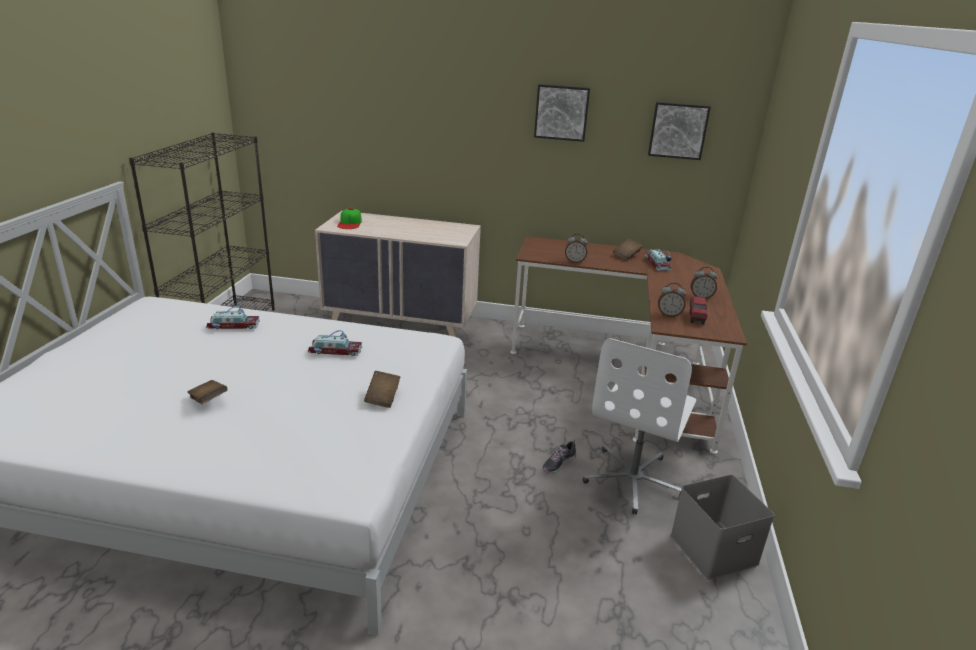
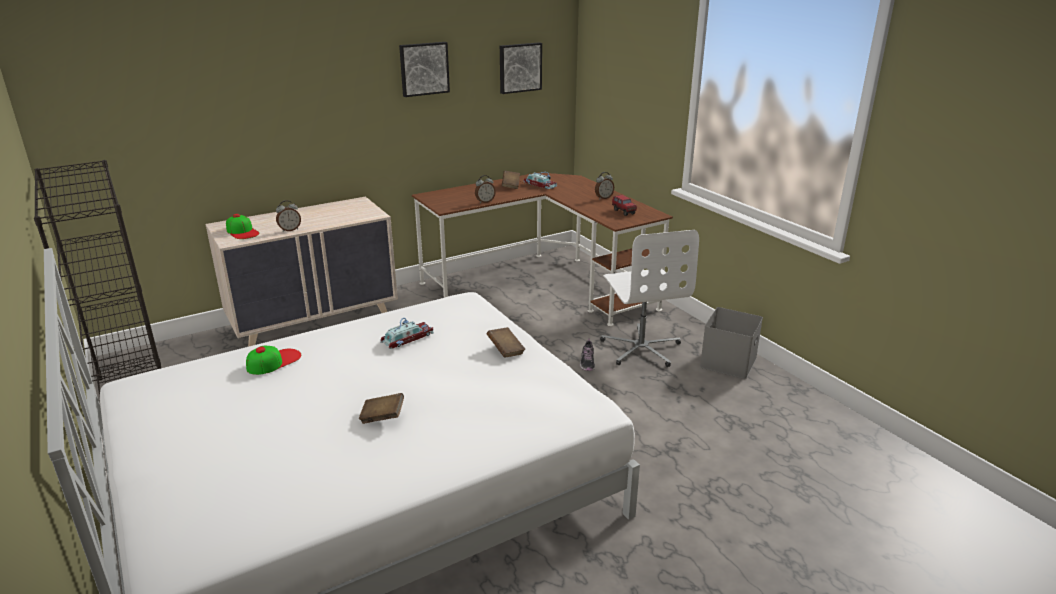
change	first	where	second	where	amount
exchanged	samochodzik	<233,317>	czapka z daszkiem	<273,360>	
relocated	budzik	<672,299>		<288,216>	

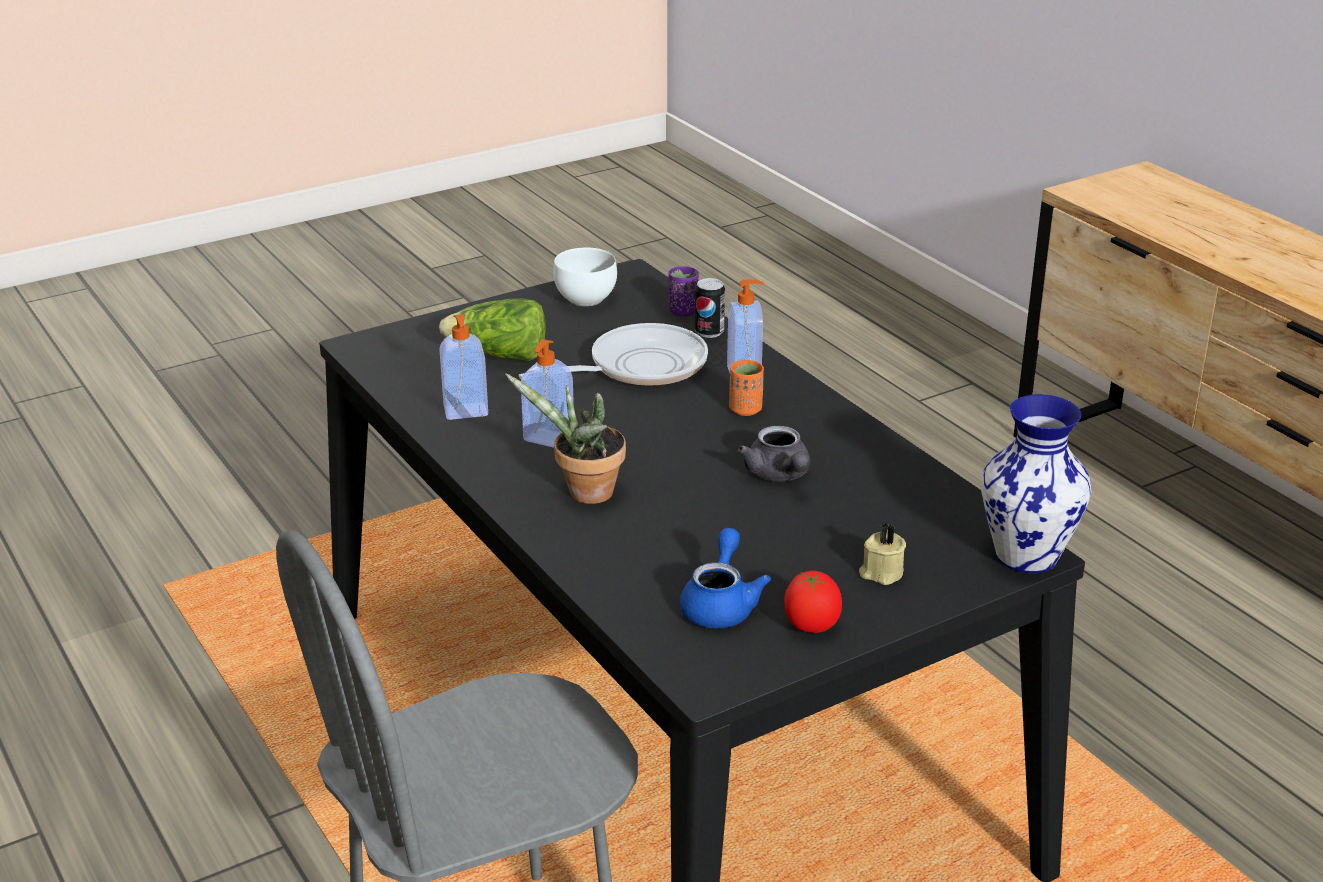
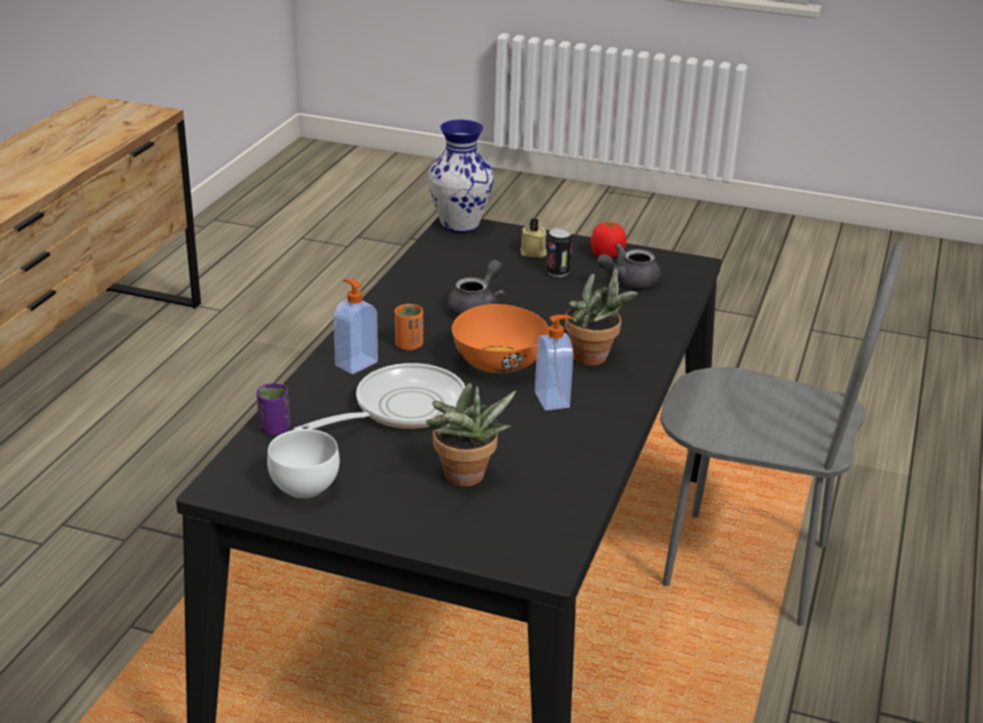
change	first	where	second	where	amount
exchanged	sałata	<492,329>	roślina doniczkowa	<471,435>	
missing	dozownik mydła	<463,367>			
spun	patelnia	<613,354>		<379,396>	120 degrees clockwise
colour	imbryk [niebieski]	<725,578>	imbryk [szary]	<629,266>	
relocated	puszka	<710,308>		<559,252>	
appeared			miska [pomarańczowy]	<500,338>	

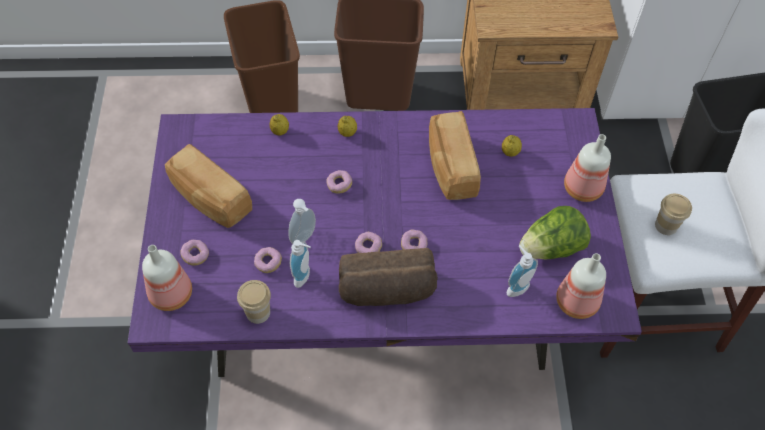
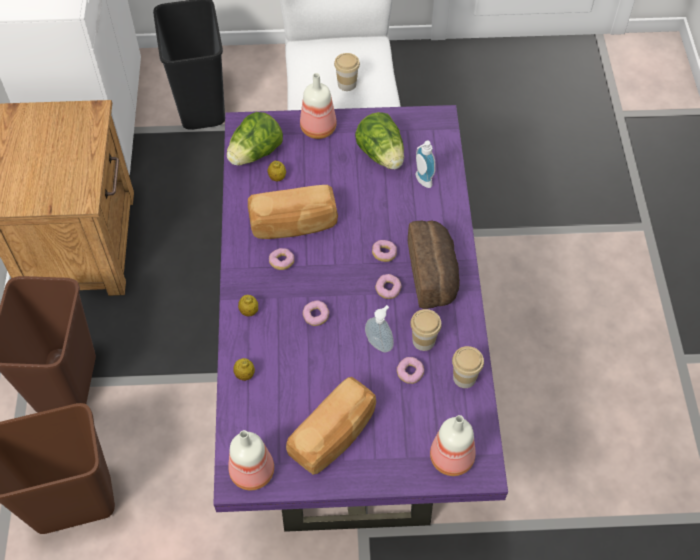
change	first	where	second	where	amount
relocated	donut	<194,252>		<281,259>	
exchanged	dozownik mydła	<300,264>	filiżanka	<426,330>	
relocated	butelka	<581,286>		<251,460>	
appeared			sałata	<255,138>	

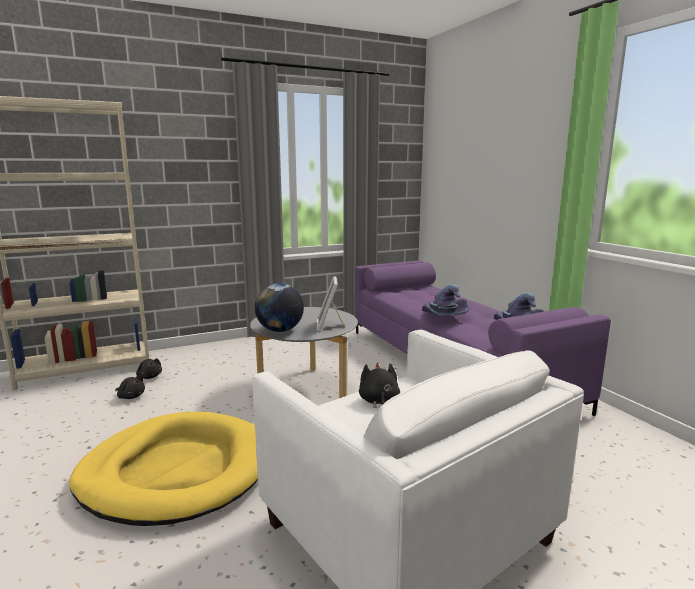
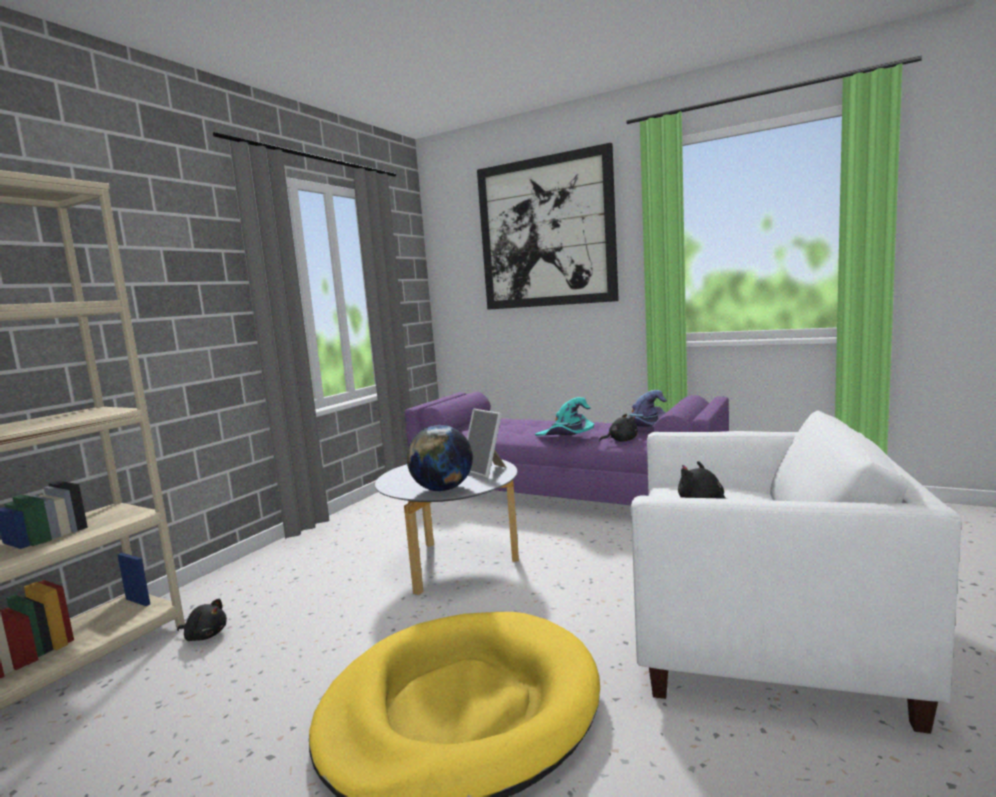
change	first	where	second	where	amount
relocated	pluszak [czarny]	<130,387>		<618,428>	
colour	kapelusz [fioletowy]	<445,300>	kapelusz [turkusowy]	<564,416>	
appeared			obraz	<548,226>	

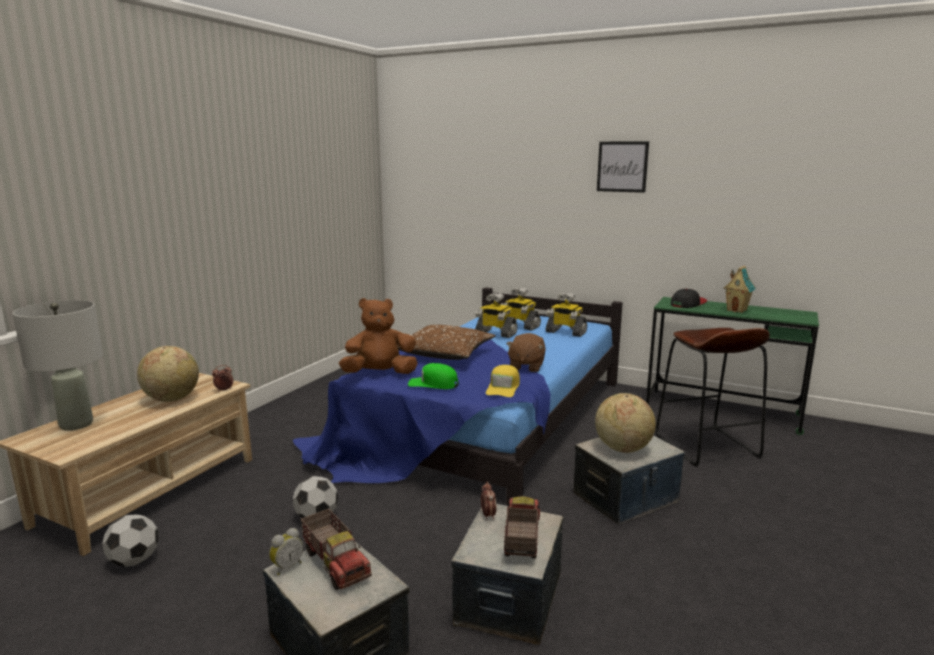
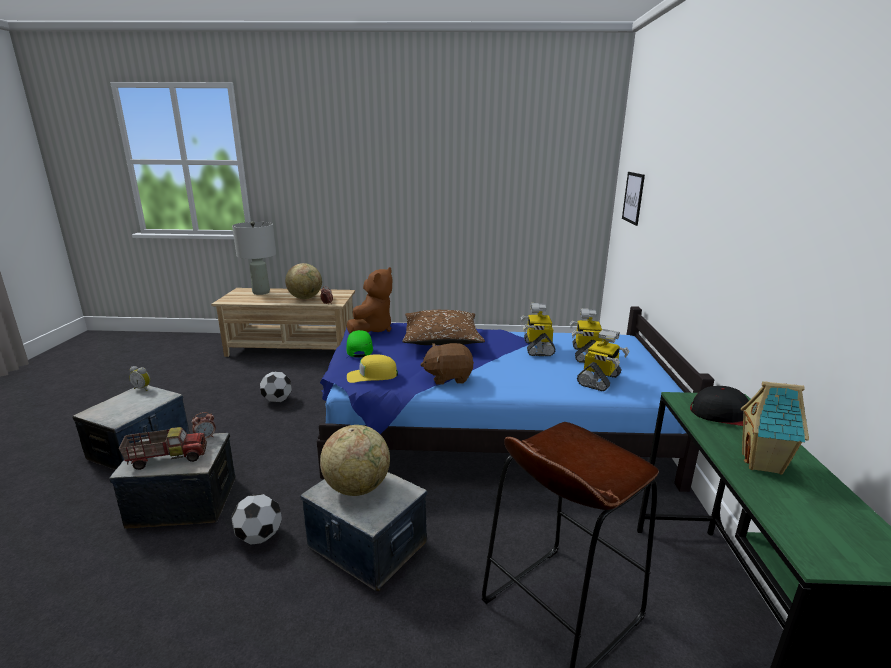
change	first	where	second	where	amount
relocated	piłka futbolowa	<130,540>		<256,519>	
missing	ciężarówka zabawkowa	<336,549>			
spun	pluszak [brązowy]	<378,336>		<369,300>	60 degrees clockwise
spun	robot zabawkowy	<566,314>		<603,360>	150 degrees counterclockwise
relocated	obraz	<623,167>		<633,199>	

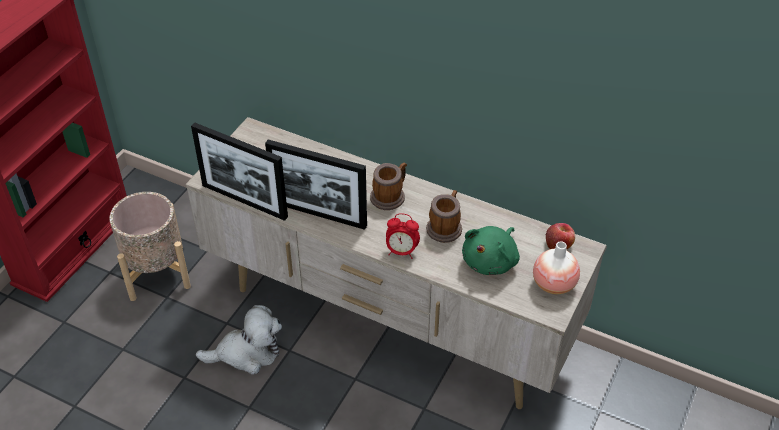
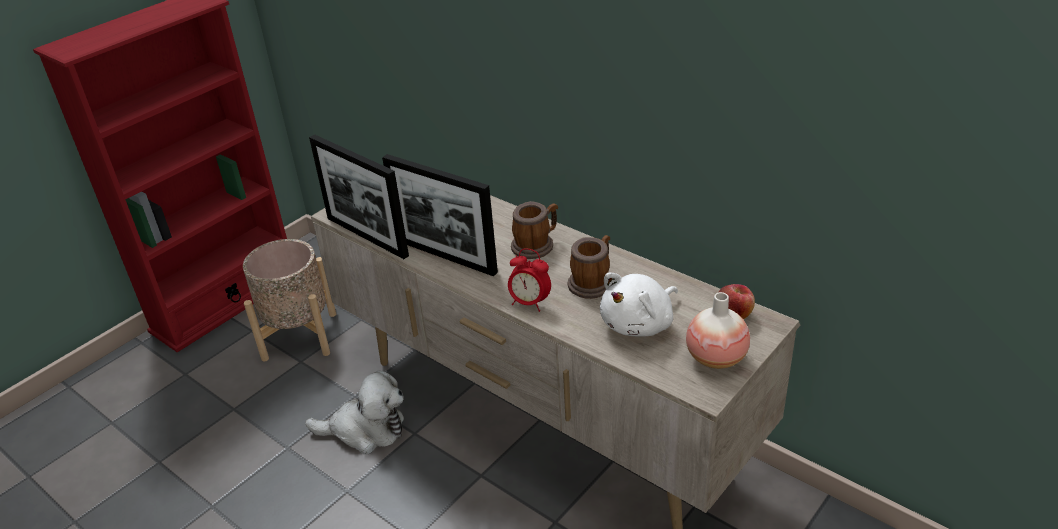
change	first	where	second	where	amount
colour	pluszak [zielony]	<491,250>	pluszak [biały]	<639,304>	

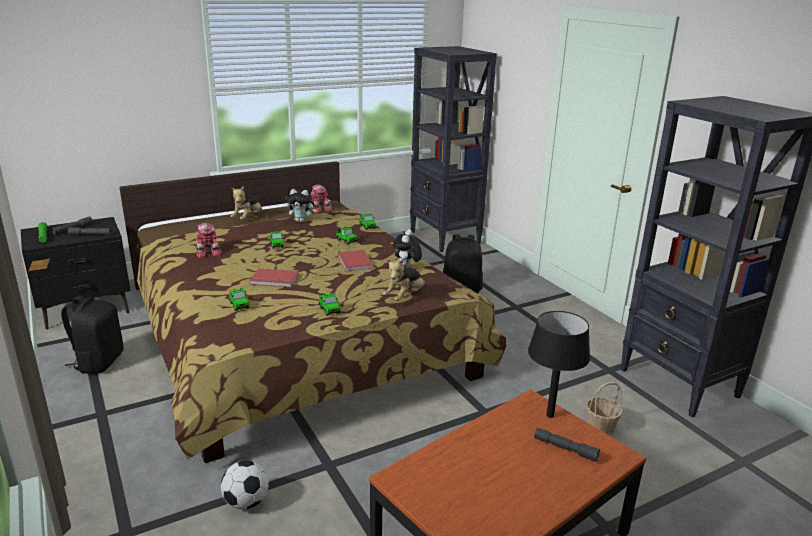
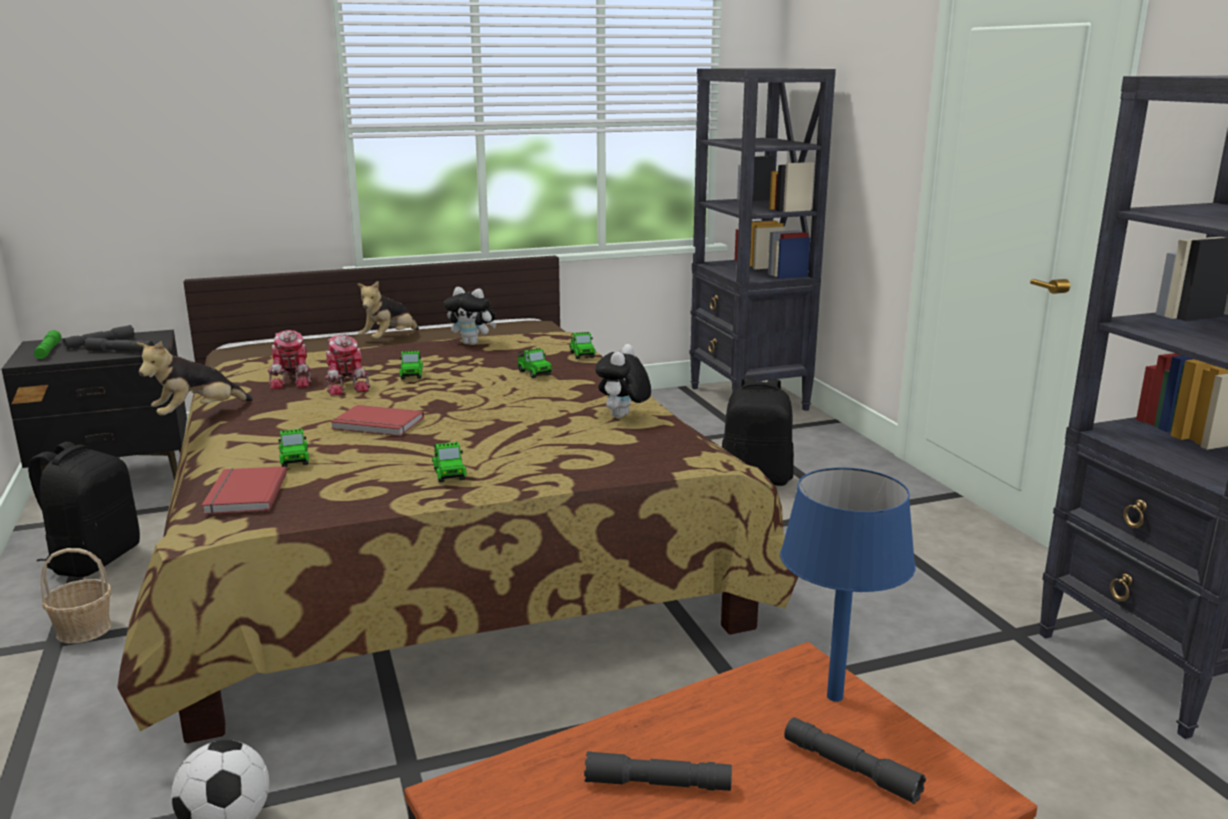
change	first	where	second	where	amount
relocated	robot zabawkowy	<321,198>		<347,365>	
relocated	książka [czerwony]	<356,260>		<244,490>	
relocated	pluszak	<404,279>		<195,378>	
colour	lampa stołowa [czarny]	<559,364>	lampa stołowa [niebieski]	<848,585>	
relocated	koszyk	<604,408>		<76,596>	
appeared			latarka [szary]	<658,771>	

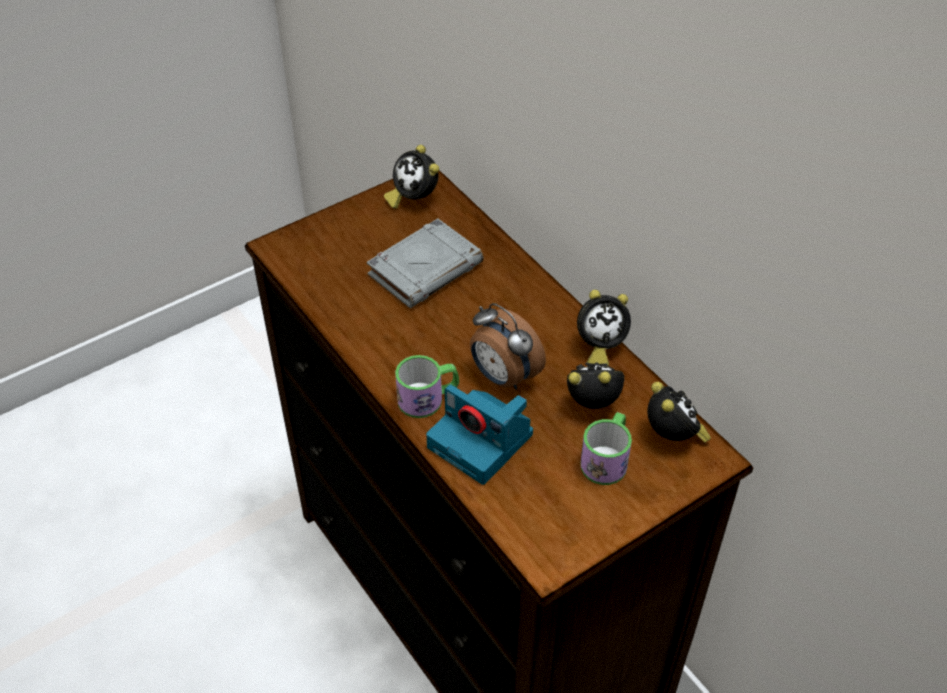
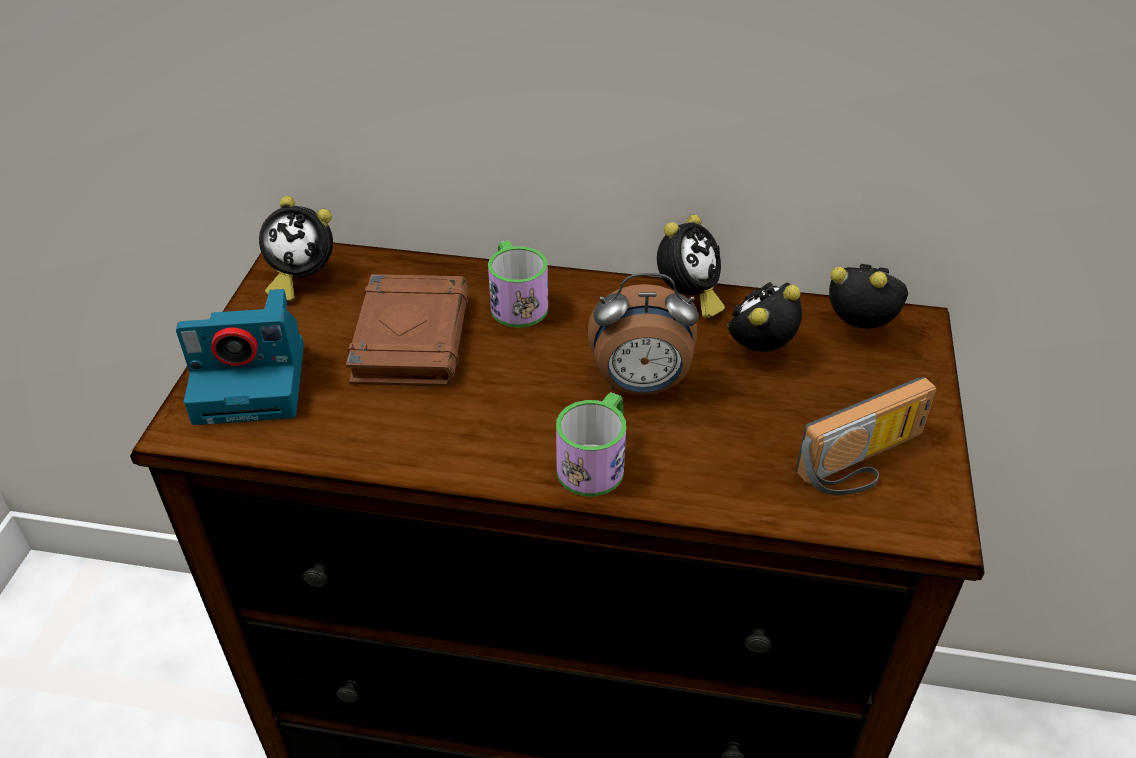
change	first	where	second	where	amount
colour	książka [szary]	<425,263>	książka [brązowy]	<407,330>	
relocated	aparat fotograficzny	<479,434>		<240,357>	
relocated	kubek	<606,448>		<518,284>	
appeared			radio	<866,436>	

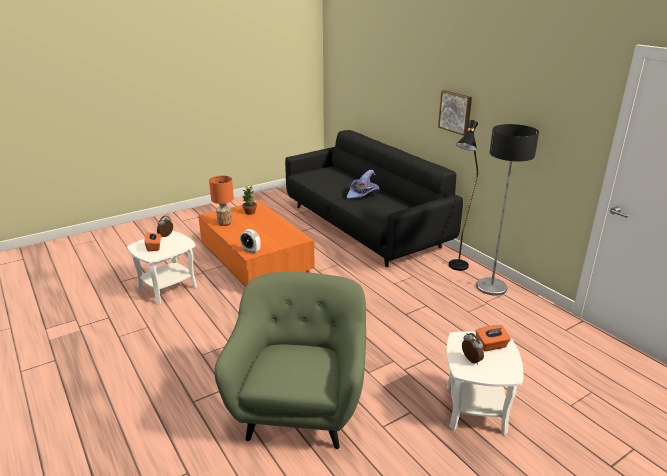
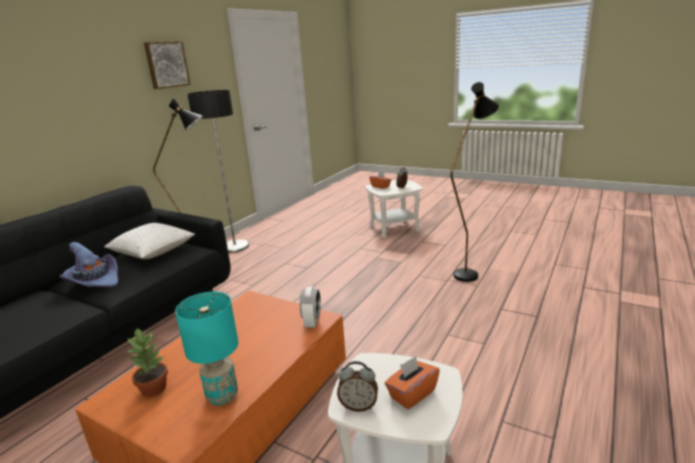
change	first	where	second	where	amount
colour	lampa stołowa [pomarańczowy]	<221,201>	lampa stołowa [turkusowy]	<206,349>	
exchanged	fotel [zielony]	<290,360>	lampa stojąca [czarny]	<474,182>	
relocated	obraz	<455,113>		<167,65>	
appeared			poduszka [biały]	<149,241>	

